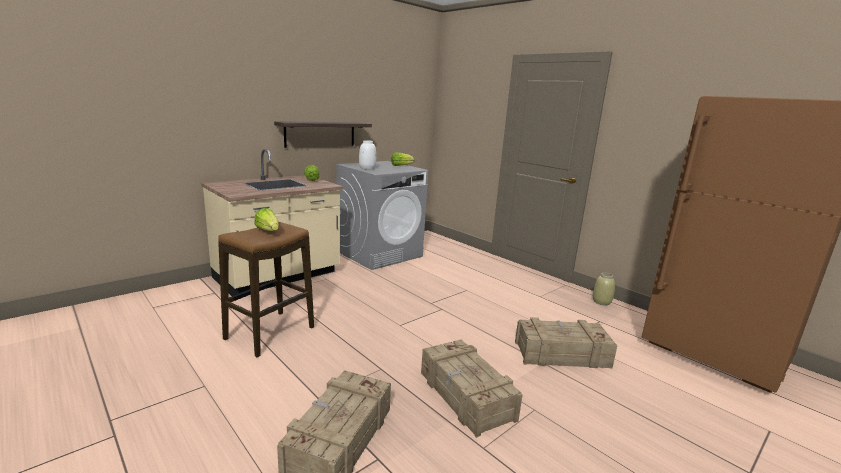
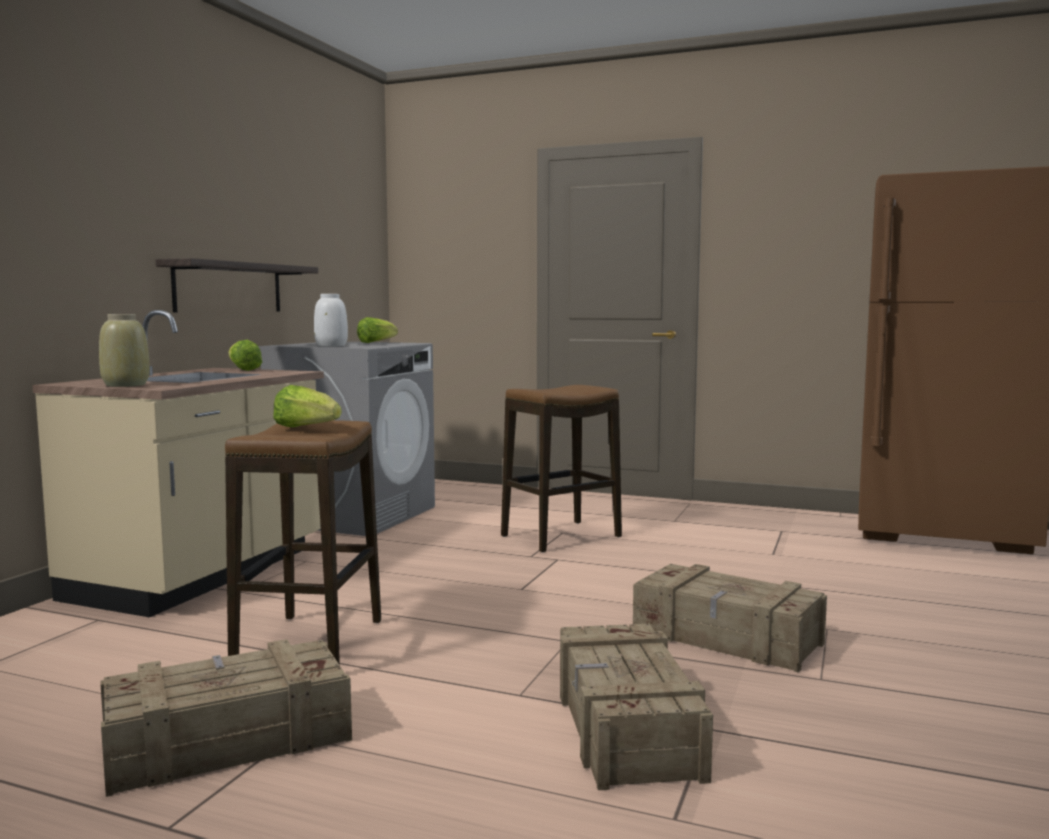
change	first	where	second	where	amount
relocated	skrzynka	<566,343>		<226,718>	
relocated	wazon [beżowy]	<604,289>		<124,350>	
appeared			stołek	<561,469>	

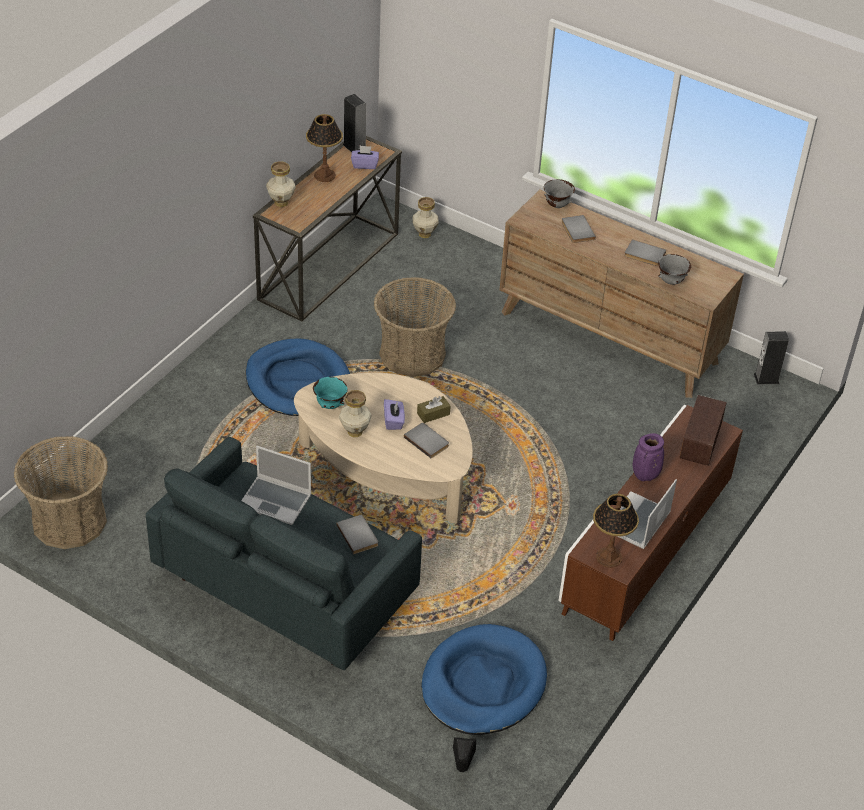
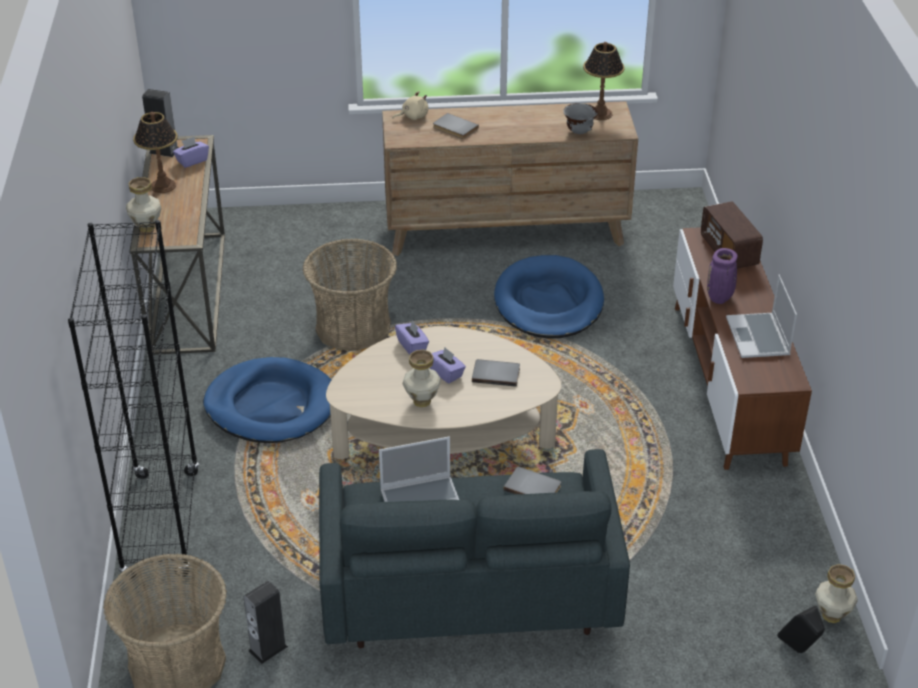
change	first	where	second	where	amount
missing	miska [turkusowy]	<330,393>			
relocated	wazon	<426,217>		<836,593>	
missing	pudełko chusteczek [brązowy]	<434,409>			
relocated	legowisko [niebieski]	<484,679>		<549,296>	
exchanged	miska [szary]	<559,193>	pluszak [beżowy]	<410,105>	
relocated	lampa stołowa	<616,531>		<604,81>	
missing	książka [szary]	<645,252>			
relocated	głośnik	<771,358>		<265,622>	
appeared			regał [czarny]	<133,399>	
appeared			pudełko chusteczek [fioletowy]	<412,337>	

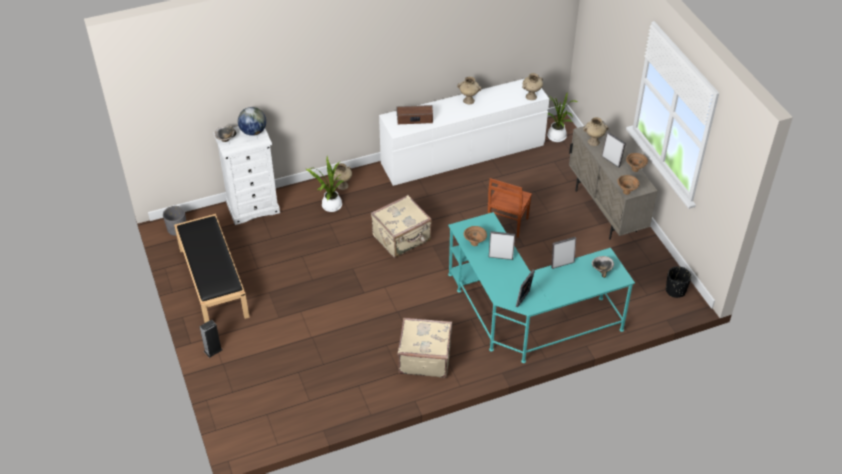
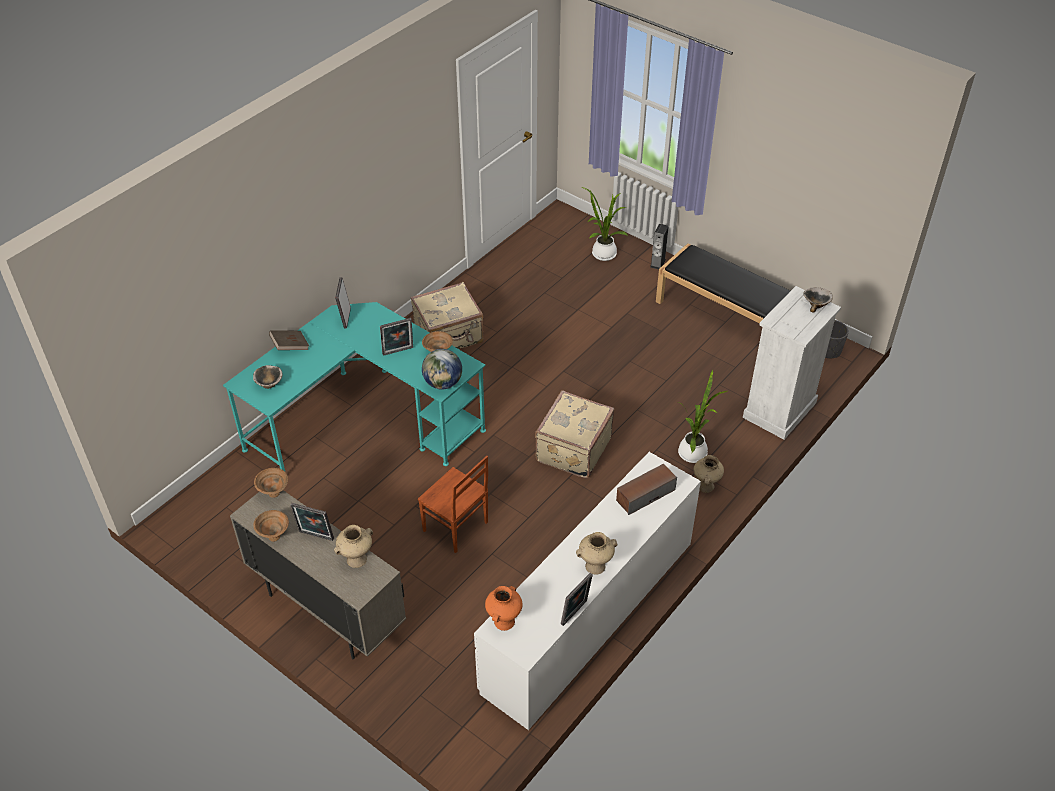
change	first	where	second	where	amount
relocated	globus	<252,121>		<442,369>	
spun	krzesło [brązowy]	<510,208>		<453,504>	135 degrees clockwise
colour	wazon [beżowy]	<532,86>	wazon [pomarańczowy]	<504,608>	
relocated	roślina doniczkowa	<562,117>		<605,224>	
relocated	ramka na zdjęcie	<563,253>		<577,599>	
missing	donica [czarny]	<678,282>			
appeared			książka [brązowy]	<289,340>	

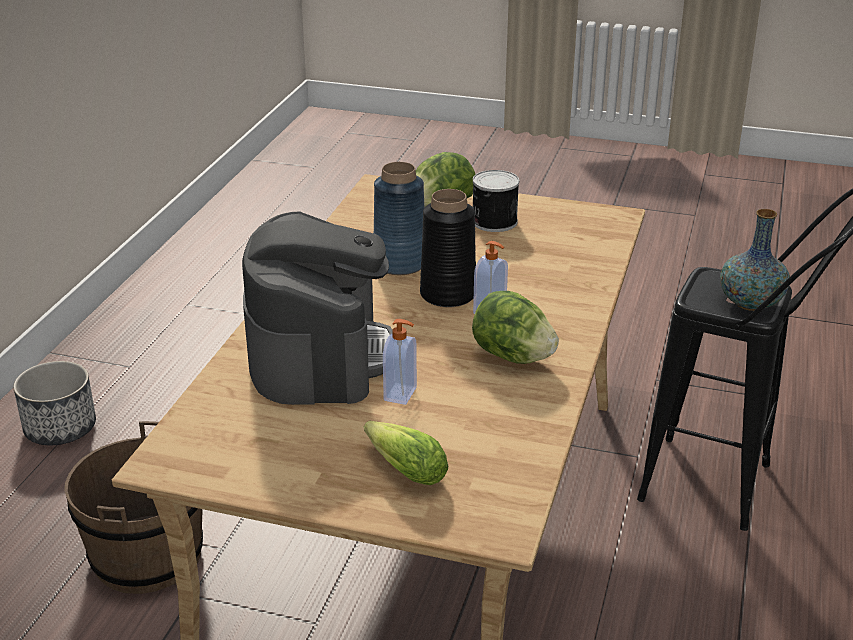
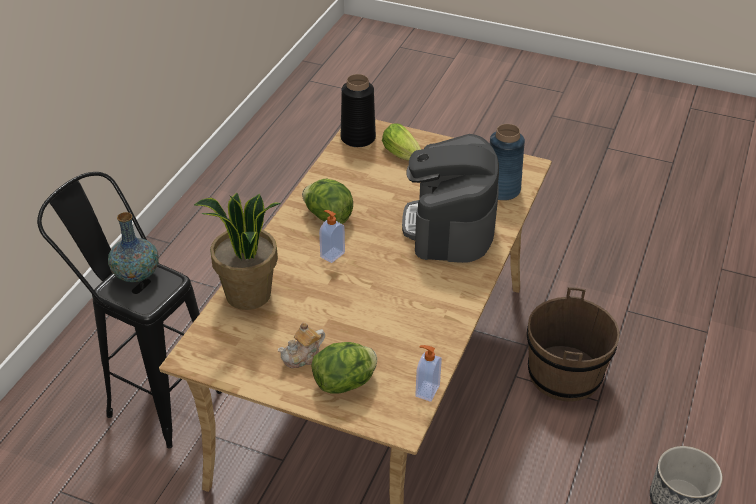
change	first	where	second	where	amount
relocated	wazon [niebieski]	<398,218>		<507,162>	
relocated	dozownik mydła	<400,362>		<428,373>	
relocated	wazon [czarny]	<448,248>		<358,110>	
exchanged	puszka	<496,201>	imbryk	<301,345>	
appeared			roślina doniczkowa	<237,251>	

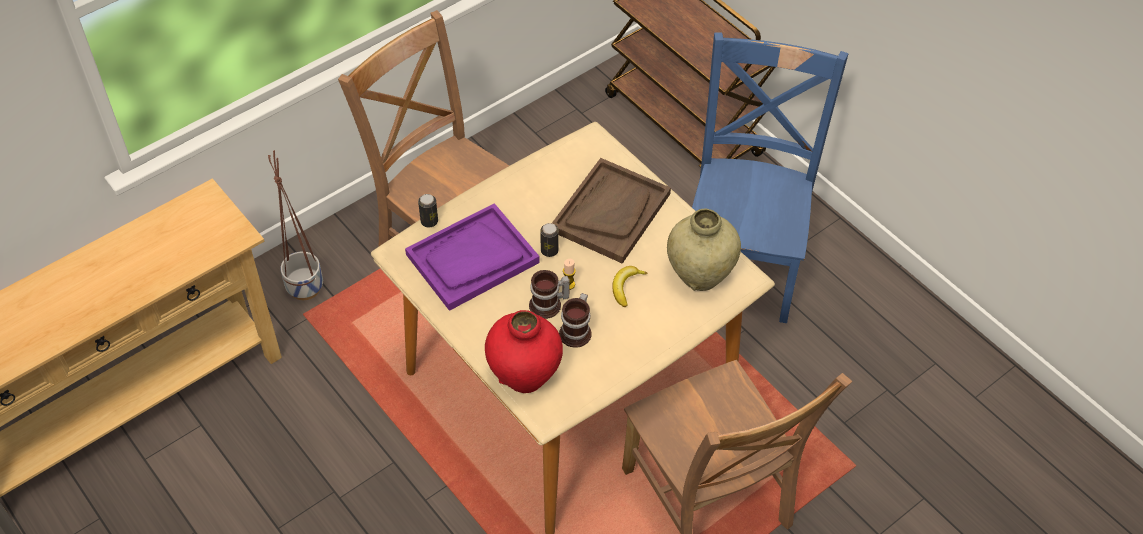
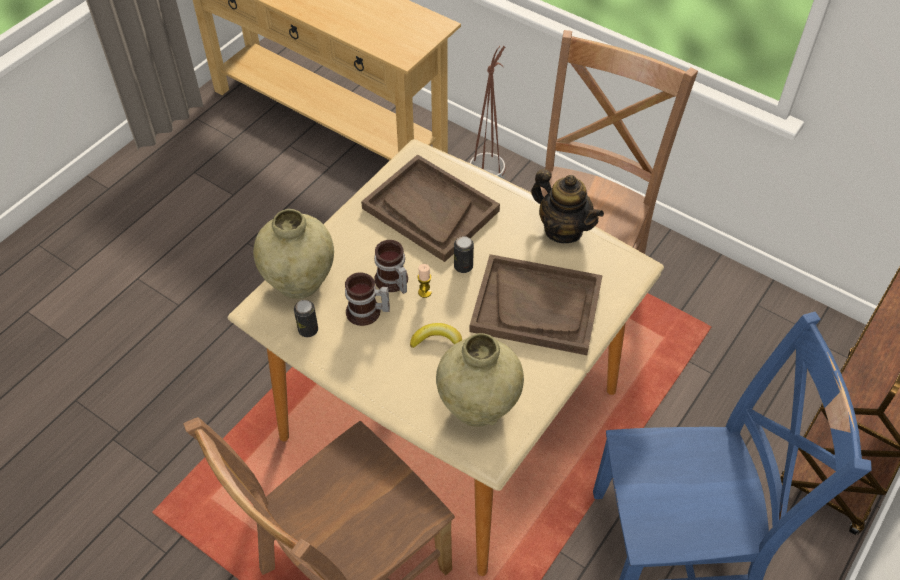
change	first	where	second	where	amount
colour	taca [fioletowy]	<472,257>	taca [brązowy]	<430,208>	
relocated	puszka	<428,211>		<306,318>	
colour	wazon [czerwony]	<524,351>	wazon [beżowy]	<293,254>	
appeared			imbryk	<567,206>	

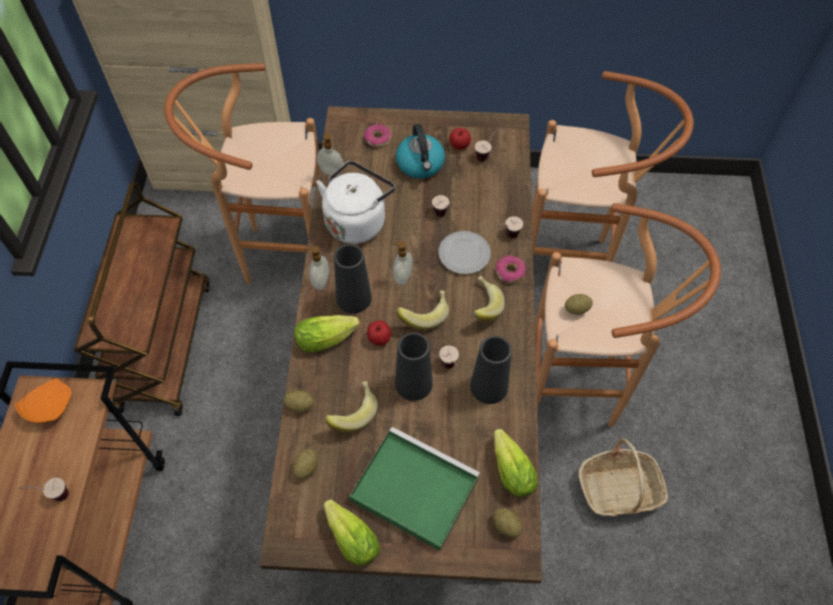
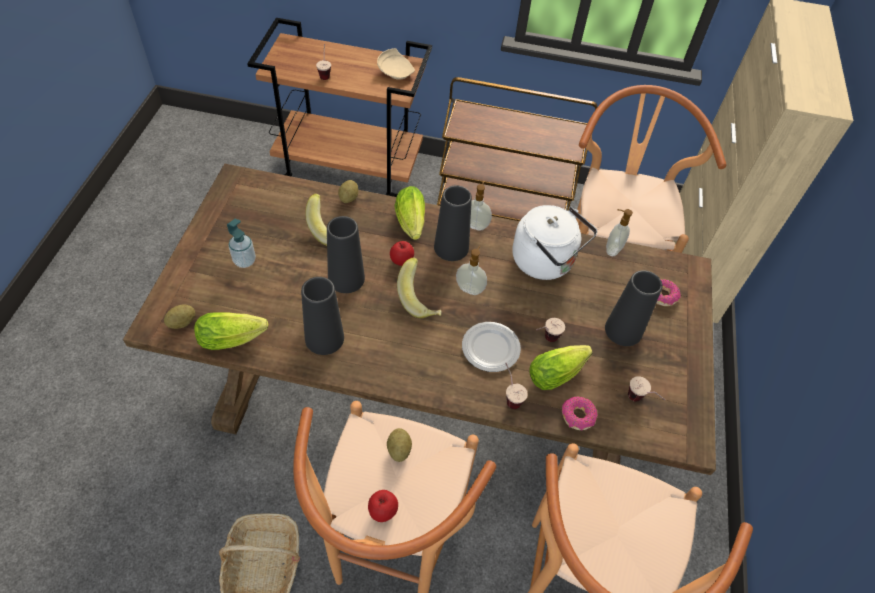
change	first	where	second	where	amount
colour	talerz [pomarańczowy]	<43,401>	talerz [beżowy]	<396,64>	
missing	ziemniak	<305,464>			
relocated	sałata	<351,532>		<561,367>	
exchanged	taca [zielony]	<414,489>	dozownik mydła	<241,243>	
exchanged	czajnik	<420,151>	wazon [czarny]	<634,308>	
missing	filiżanka	<449,358>			
relocated	jabłko	<460,139>		<383,506>	
missing	banan	<489,298>			
relocated	donut	<511,269>		<580,413>	

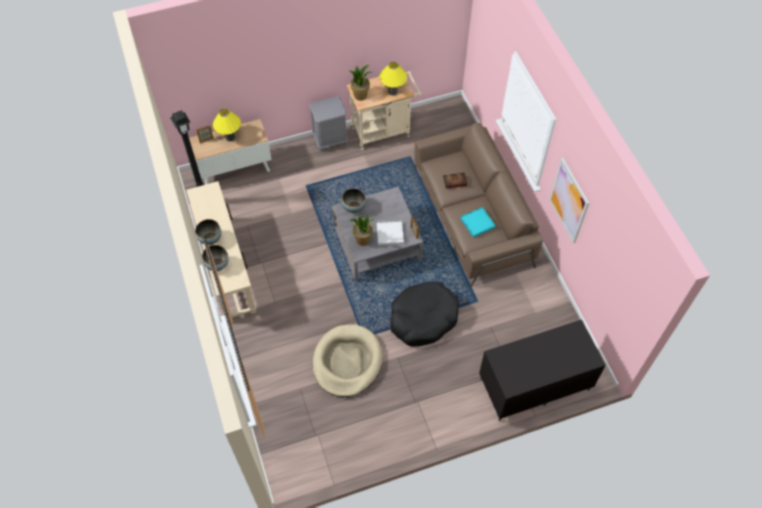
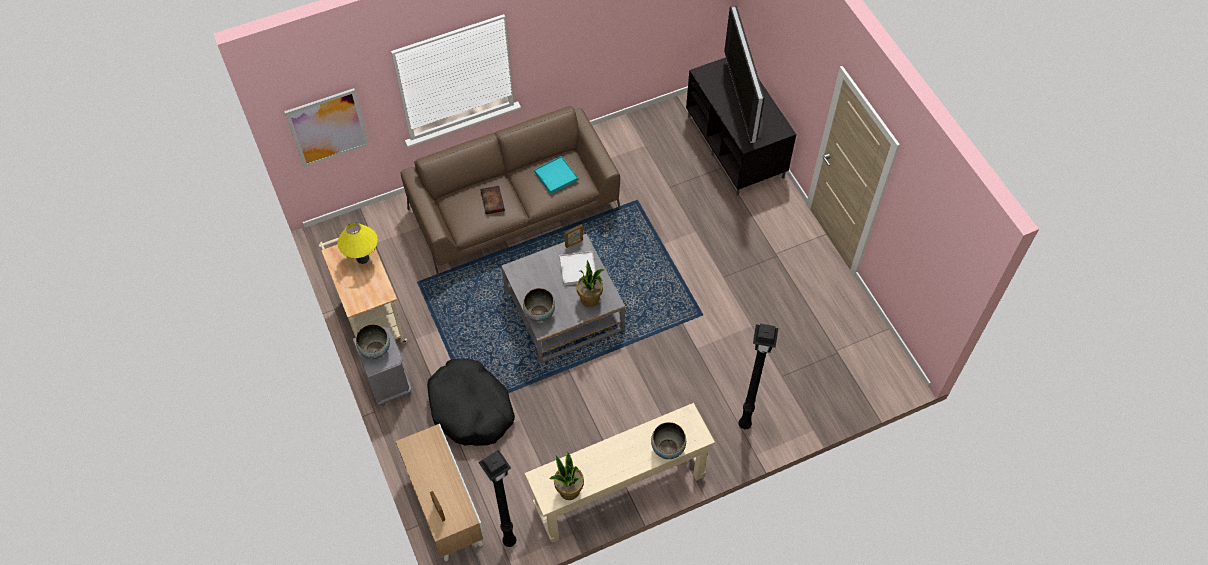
change	first	where	second	where	amount
relocated	miska	<208,232>		<373,341>	
missing	lampa stołowa [żółty]	<227,125>			
missing	legowisko [beżowy]	<347,360>			
relocated	roślina doniczkowa	<360,82>		<567,476>	
relocated	legowisko [czarny]	<425,314>		<471,402>	
relocated	obraz	<569,200>		<326,127>	
appeared			telewizor	<744,74>	
appeared			lampa stojąca [czarny]	<758,376>	

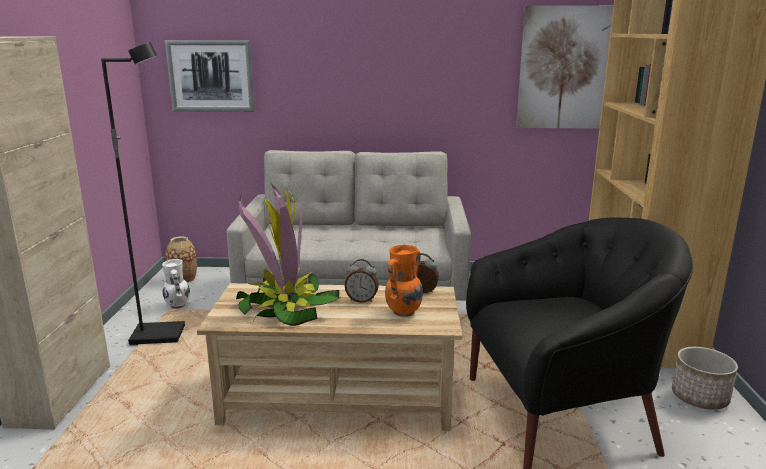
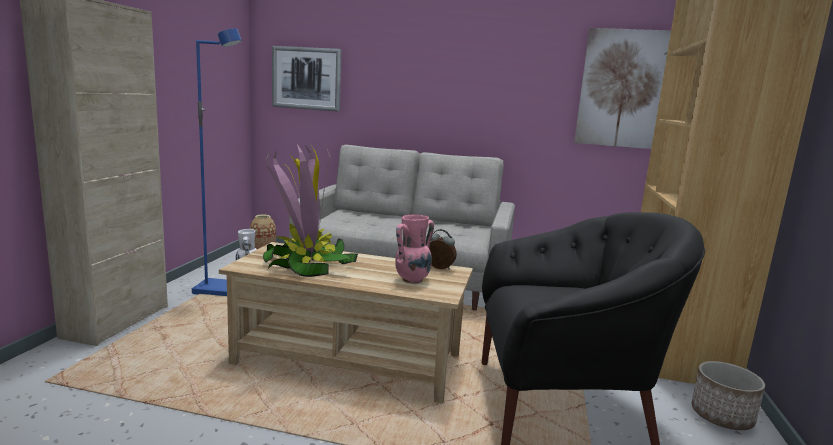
change	first	where	second	where	amount
colour	lampa stojąca [czarny]	<143,194>	lampa stojąca [niebieski]	<217,162>	
missing	budzik	<362,281>			
colour	wazon [pomarańczowy]	<404,281>	wazon [różowy]	<414,249>	

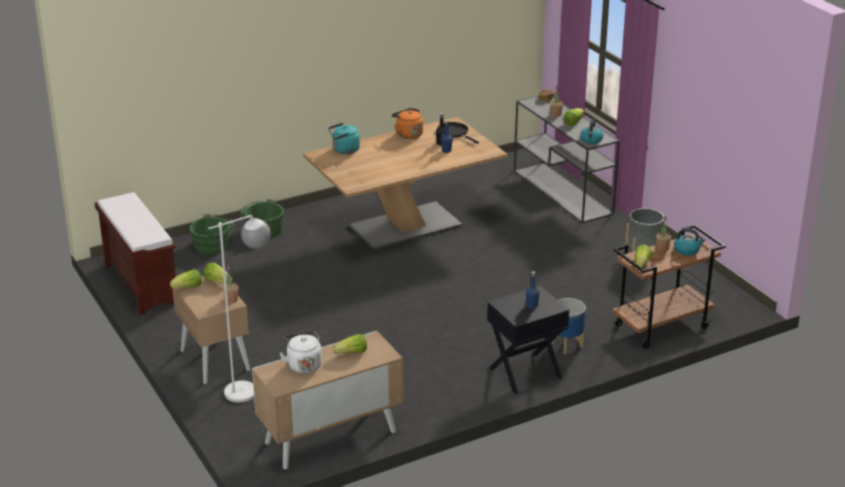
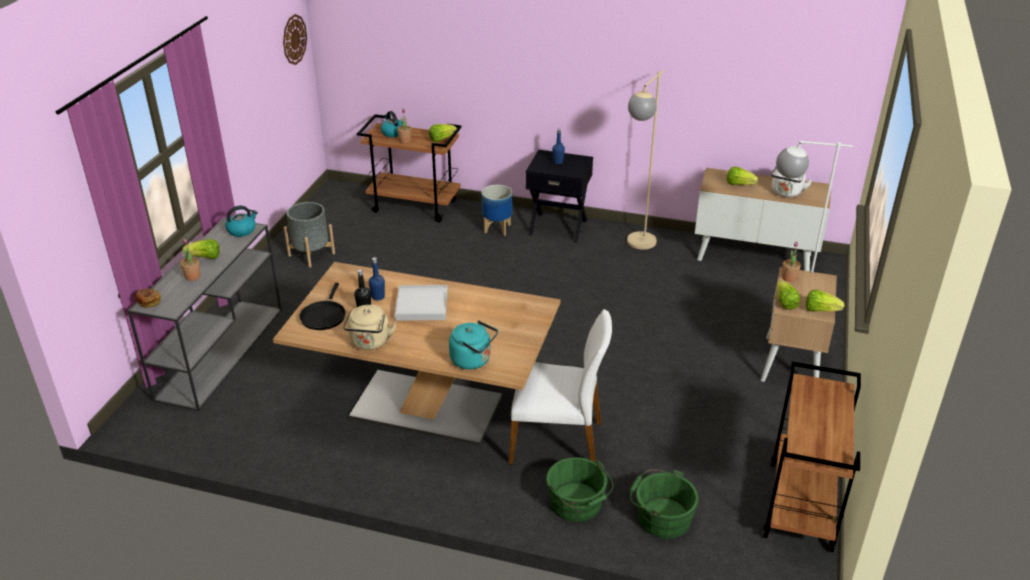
change	first	where	second	where	amount
exchanged	ławka [brązowy]	<135,253>	wózek [brązowy]	<812,457>	
colour	czajnik [pomarańczowy]	<407,123>	czajnik [beżowy]	<370,327>	
appeared			zegar ścienny	<295,39>	
appeared			taca [biały]	<421,303>	
appeared			krzesło [biały]	<560,386>	
appeared			lampa stojąca [beżowy]	<646,160>	

